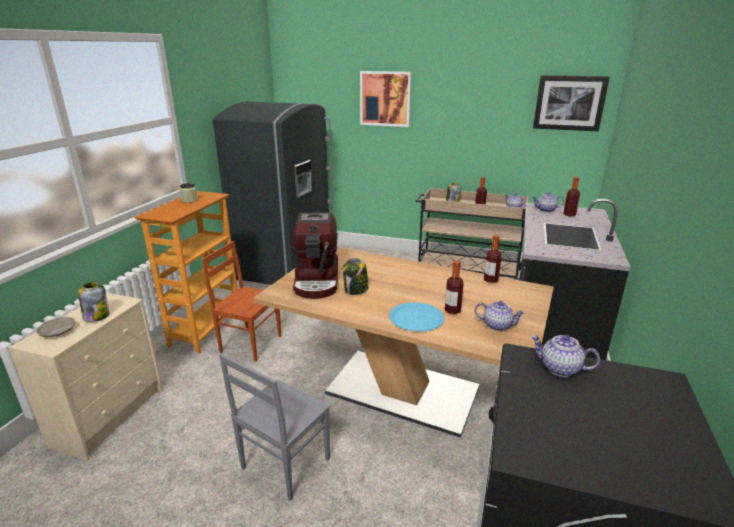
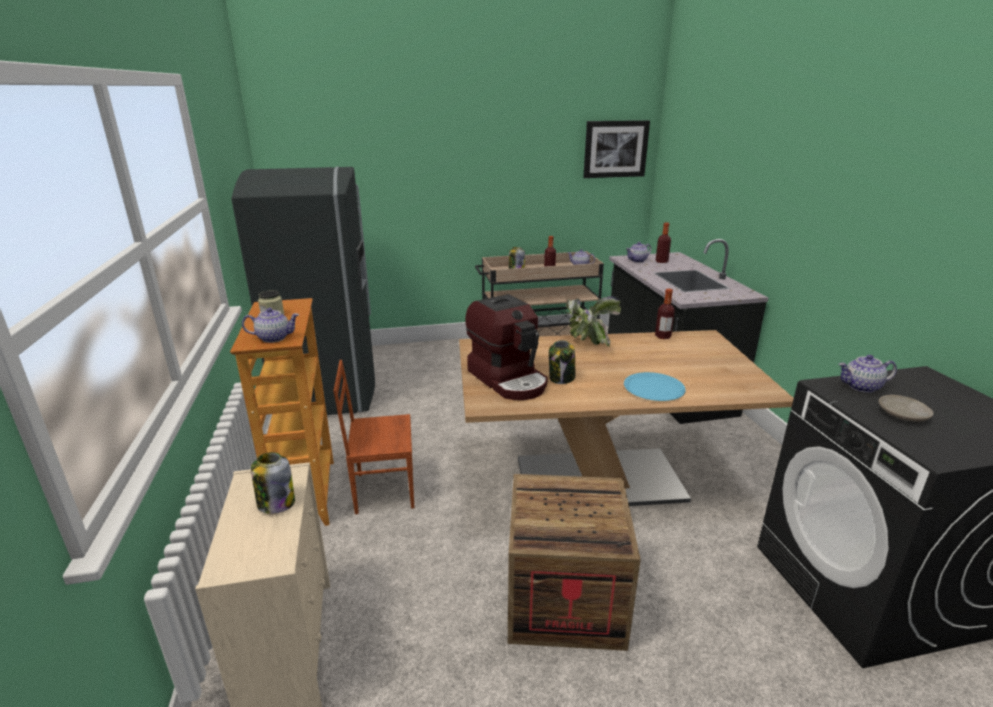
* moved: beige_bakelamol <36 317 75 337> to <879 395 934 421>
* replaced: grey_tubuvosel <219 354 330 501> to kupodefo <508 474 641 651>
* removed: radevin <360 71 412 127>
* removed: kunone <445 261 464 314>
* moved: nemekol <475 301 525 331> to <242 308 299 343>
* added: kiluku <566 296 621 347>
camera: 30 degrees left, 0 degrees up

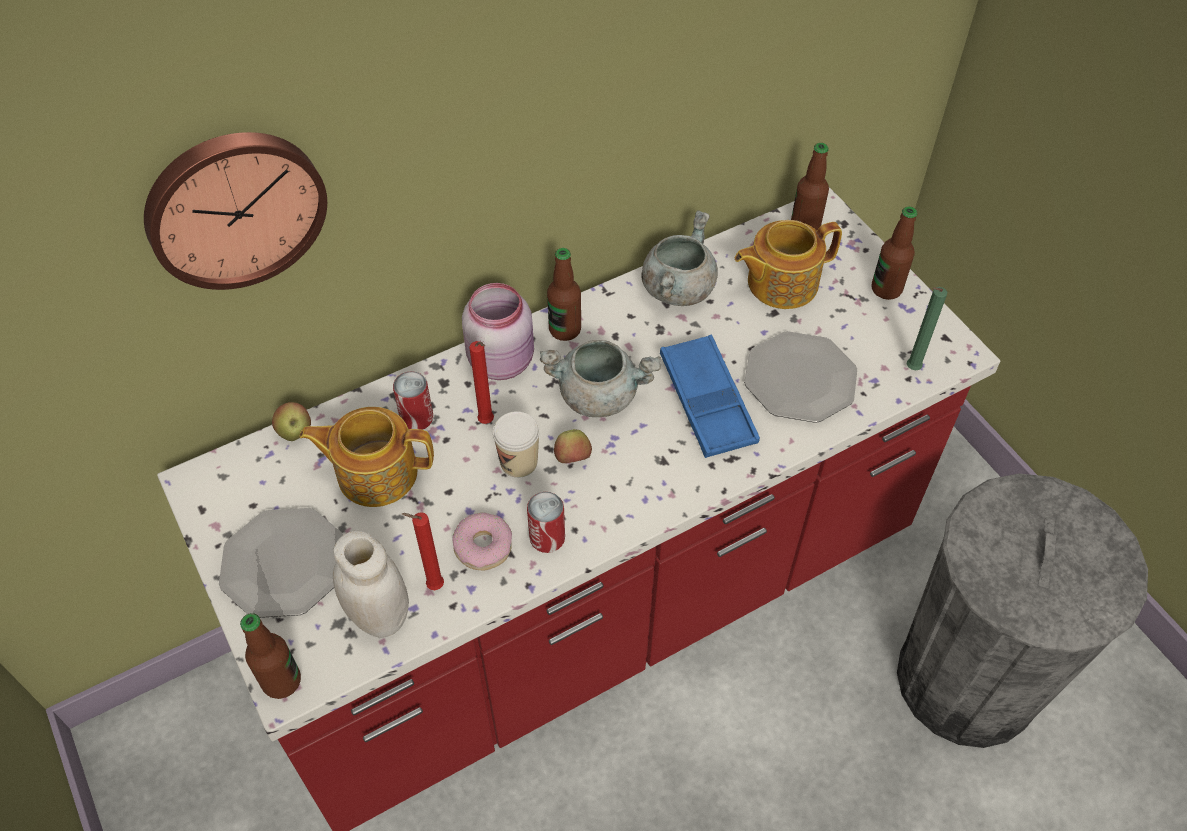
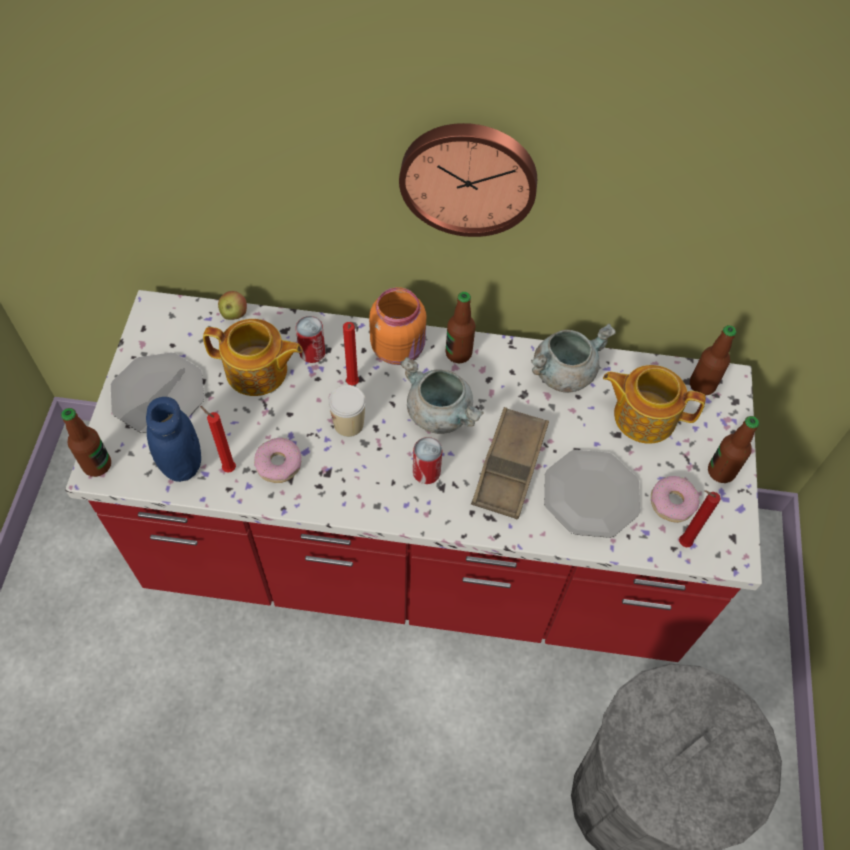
* moved: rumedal <144 132 327 290> to <399 123 537 237>
* turned: nemekol <299 407 434 507> = <203 319 303 396> 150 degrees clockwise
* recoloured: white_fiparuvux <333 531 409 638> to blue_fiparuvux <146 397 201 482>
* recoloured: pink_fiparuvux <462 283 534 380> to orange_fiparuvux <369 287 426 365>
* moved: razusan <527 492 565 553> to <413 437 443 484>
* removed: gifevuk <554 429 592 463>
* recoloured: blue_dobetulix <660 335 760 458> to brown_dobetulix <471 407 549 519>
* recoloured: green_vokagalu <907 287 947 370> to red_vokagalu <679 490 721 547>
* added: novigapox <651 476 699 523>
camera: 35 degrees right, 5 degrees up

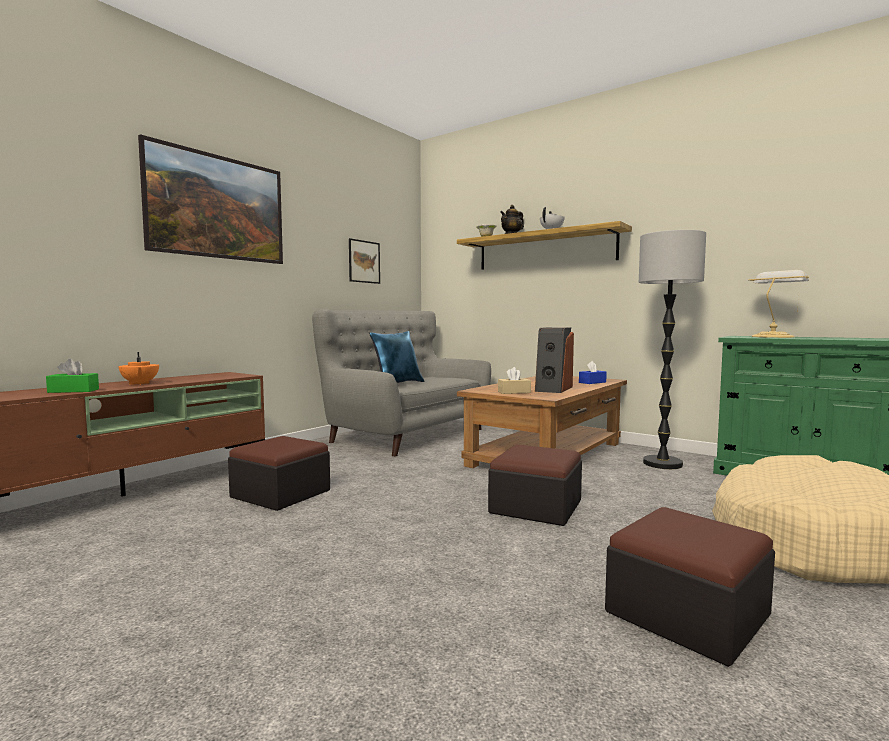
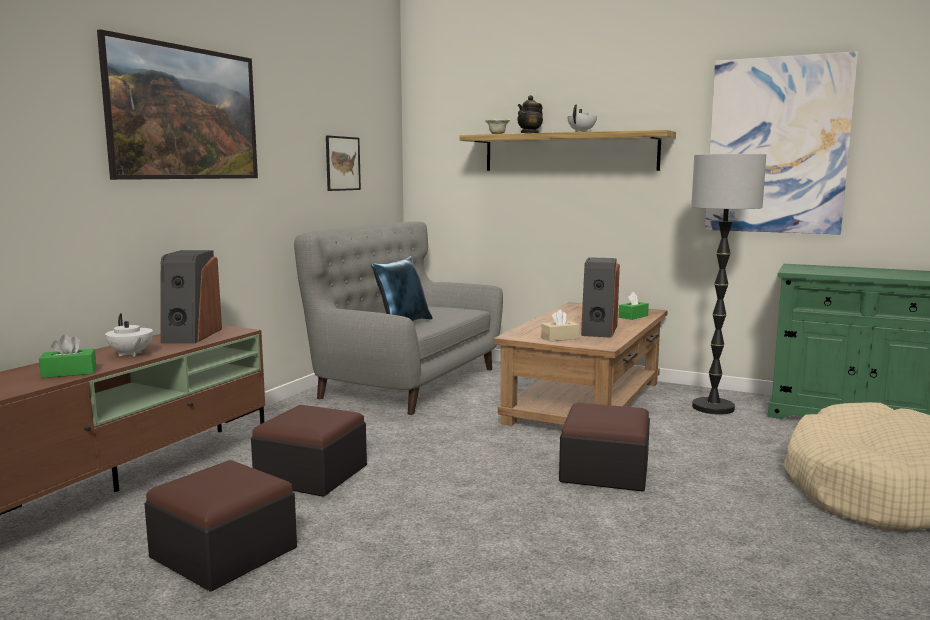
* recoloured: orange_nemekol <118 352 159 385> to white_nemekol <105 313 153 357>
* recoloured: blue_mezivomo <579 361 607 384> to green_mezivomo <619 292 649 320>
* moved: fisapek <605 507 775 667> to <144 460 297 592>
* removed: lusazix <748 270 809 338>
* added: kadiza <160 250 222 344>
* added: radevin <705 51 858 234>
camera: 10 degrees left, 5 degrees up

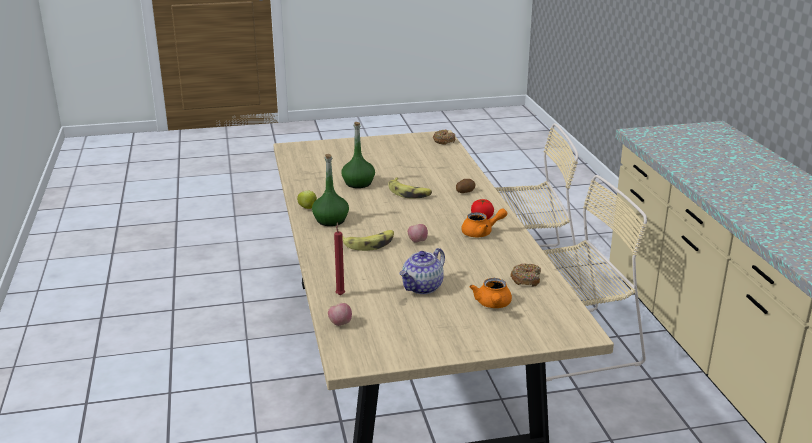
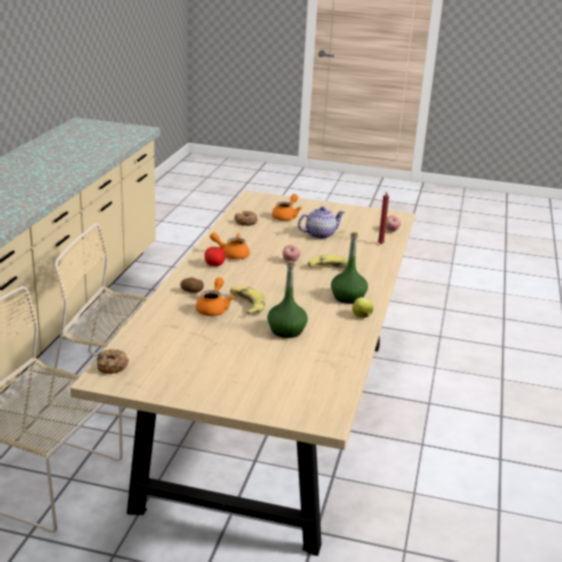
* added: orange_nemekol <196 277 234 316>
camera: 155 degrees left, 0 degrees up

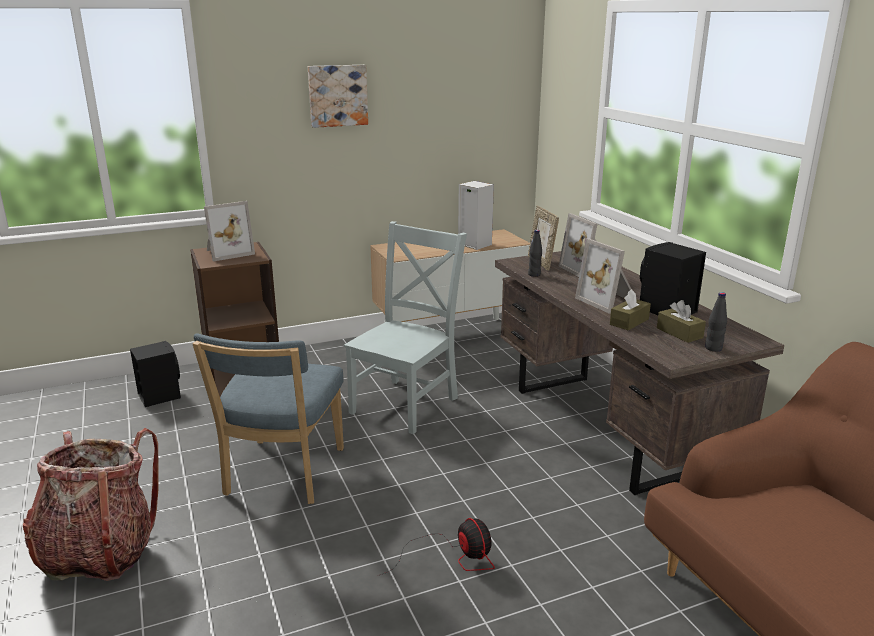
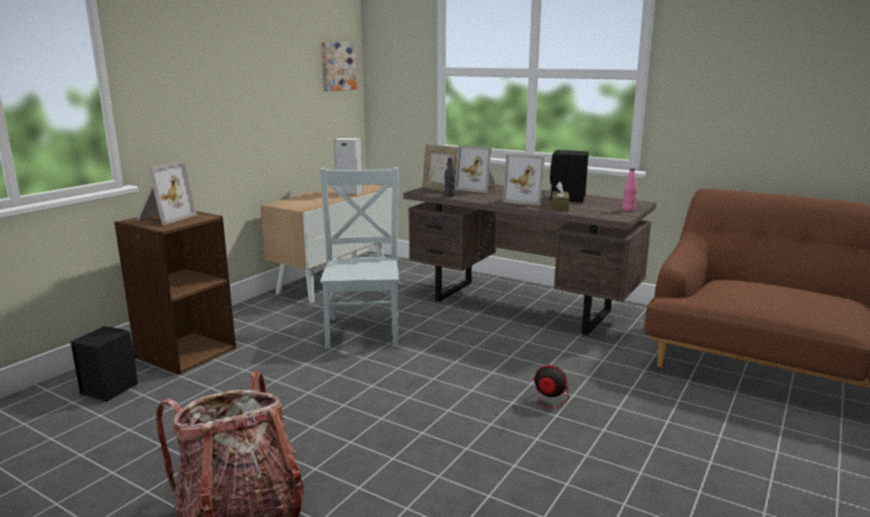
* removed: blue_tubuvosel <192 334 344 504>
* moved: radevin <308 65 368 128> to <321 42 357 91>
* removed: brown_mezivomo <657 300 706 343>
* recoloured: black_kunone <705 292 727 352> to pink_kunone <623 168 637 211>
camera: 35 degrees left, 5 degrees down

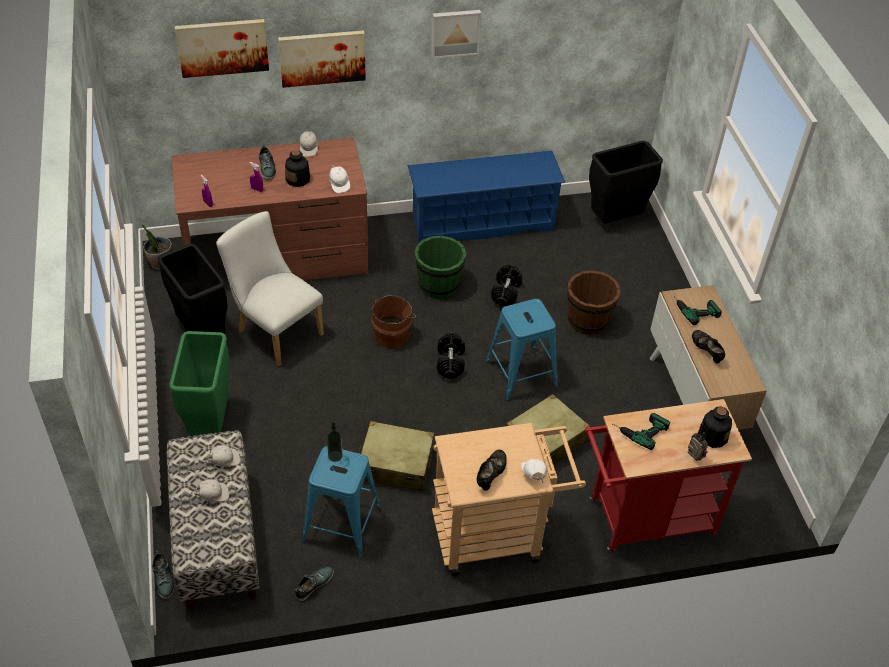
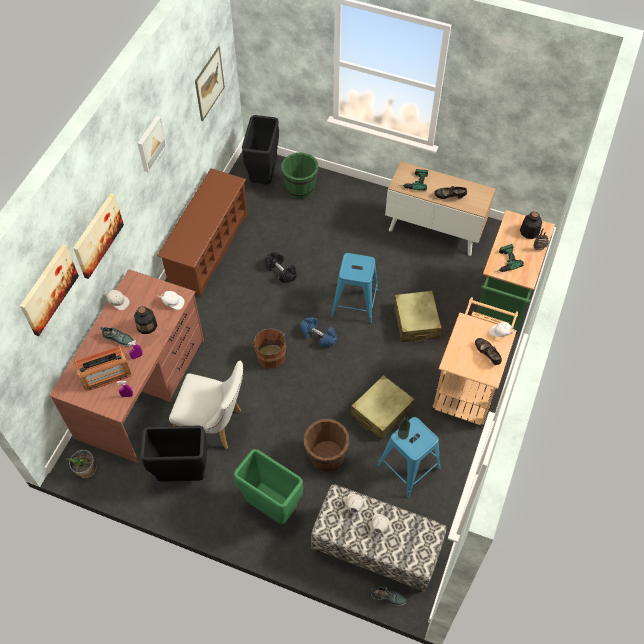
* turned: white_tubuvosel <216 211 324 366> = <169 361 243 449> 150 degrees counterclockwise
* removed: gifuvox <295 566 334 601>
* recoloured: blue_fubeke <408 151 565 243> to brown_fubeke <157 168 247 297>
* moved: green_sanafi <415 235 467 299> to <281 153 318 199>
* recoloured: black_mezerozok <437 333 465 379> to blue_mezerozok <300 317 337 348>
* moved: brown_sanafi <567 270 621 335> to <304 419 349 472>
* recoloured: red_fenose <585 399 752 553> to green_fenose <477 210 555 336>
* added: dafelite <74 346 131 392>
* added: radevin <195 46 225 121>
camera: 55 degrees left, 10 degrees up

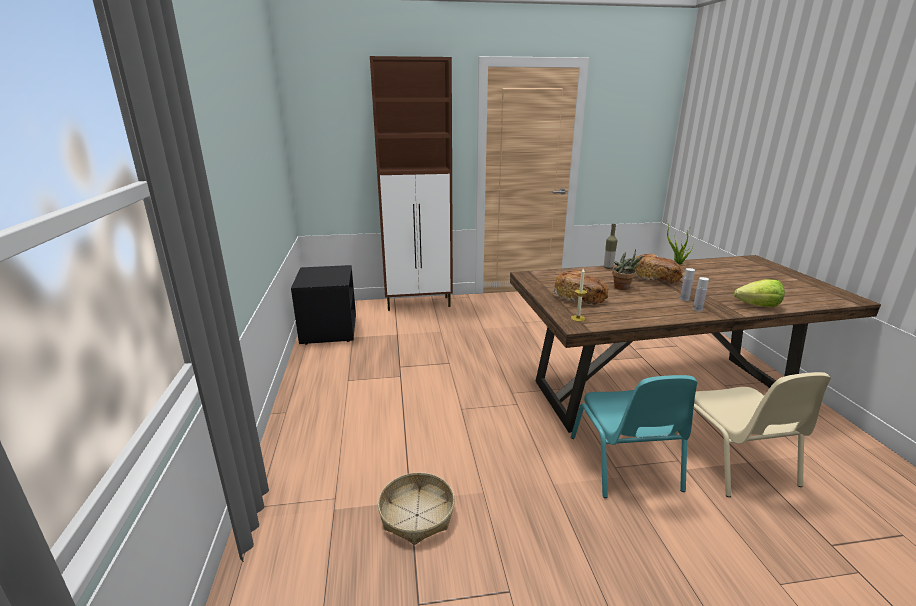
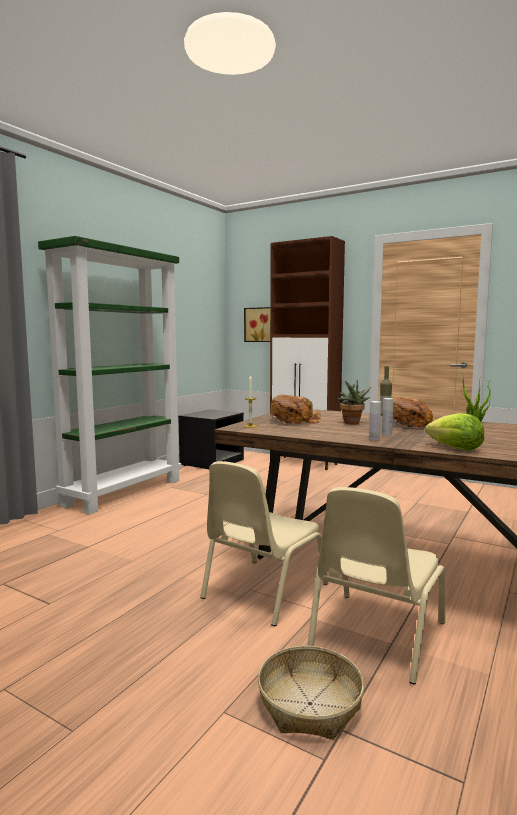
* moved: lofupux <378 472 455 545> to <258 646 364 740>
* recoloured: turquoise_tubuvosel <571 375 697 498> to beige_tubuvosel <200 461 328 626>
* added: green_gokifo <38 236 181 514>
* added: radevin <244 307 270 342>
camera: 40 degrees right, 15 degrees down

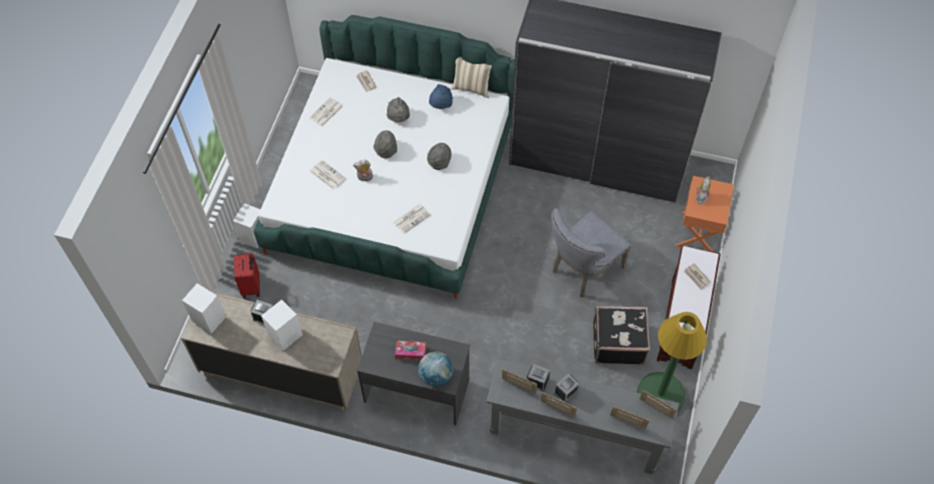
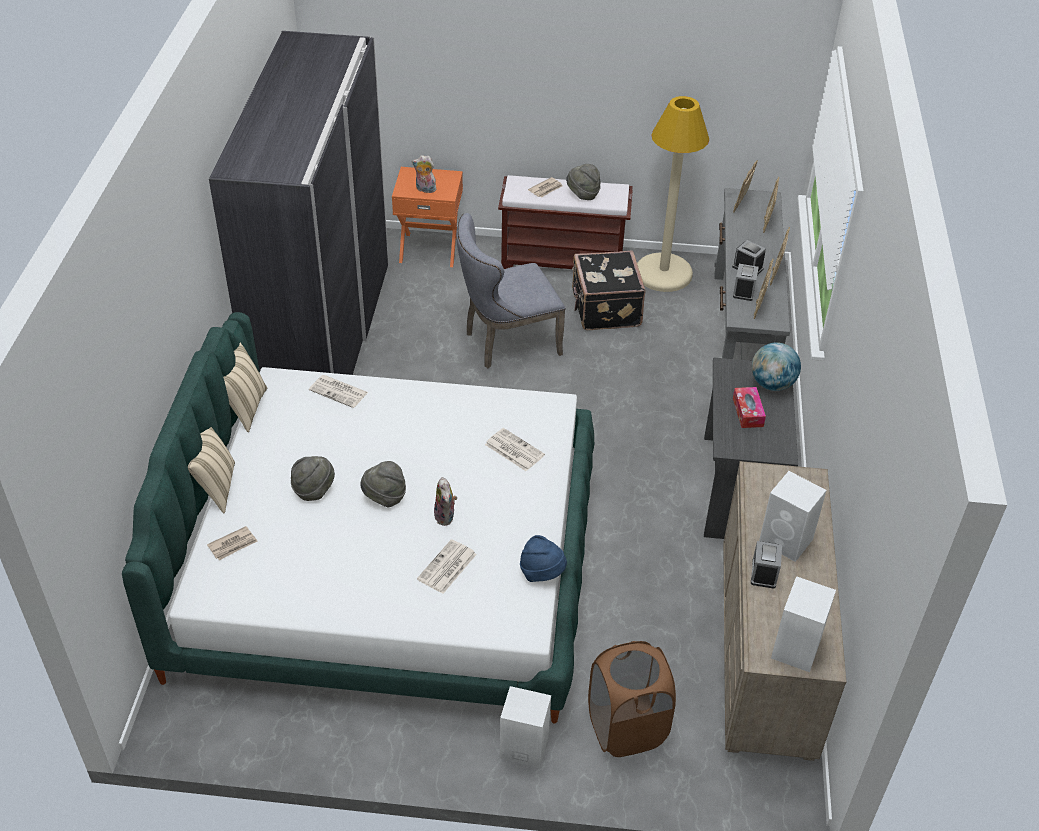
* replaced: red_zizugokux <234 253 260 298> to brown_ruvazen <588 641 676 757>
* moved: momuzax <309 97 343 127> to <309 375 368 408>
* moved: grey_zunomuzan <427 143 451 170> to <566 164 601 200>
* moved: blue_zunomuzan <429 84 453 109> to <520 535 567 582>
* turned: grey_tubuvosel <551 208 632 298> = <456 213 566 368> 120 degrees clockwise
* recoloured: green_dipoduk <637 312 707 412> to beige_dipoduk <637 96 709 292>
* added: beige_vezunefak <188 427 235 513>
camera: 100 degrees left, 15 degrees down

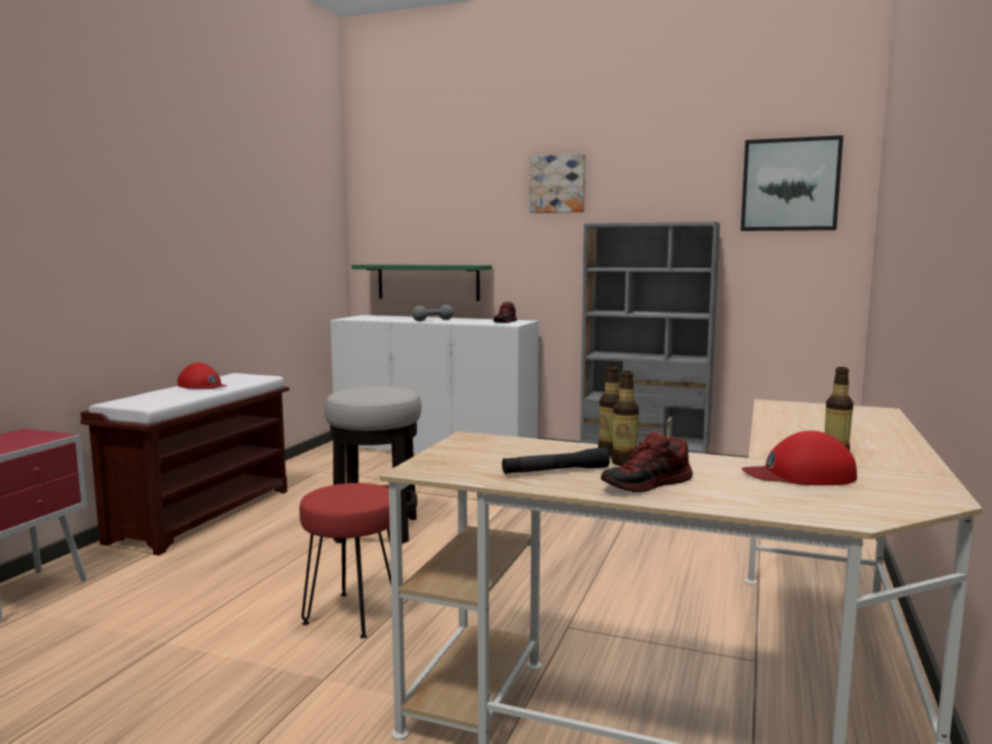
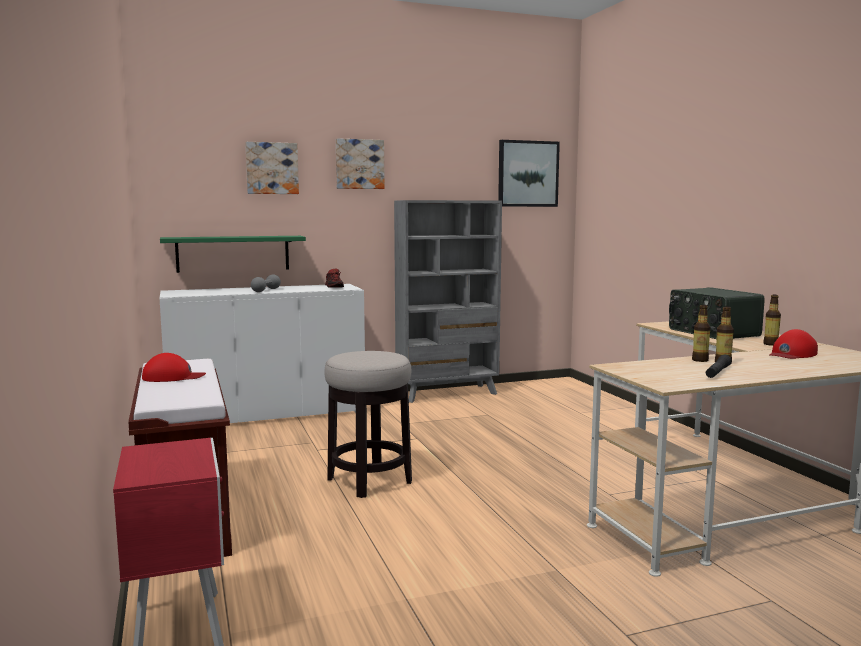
* removed: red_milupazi <299 483 391 638>
* removed: gifuvox <601 432 693 492>
* added: radevin <245 142 299 194>
* added: dafelite <669 287 765 339>
camera: 40 degrees left, 0 degrees up

